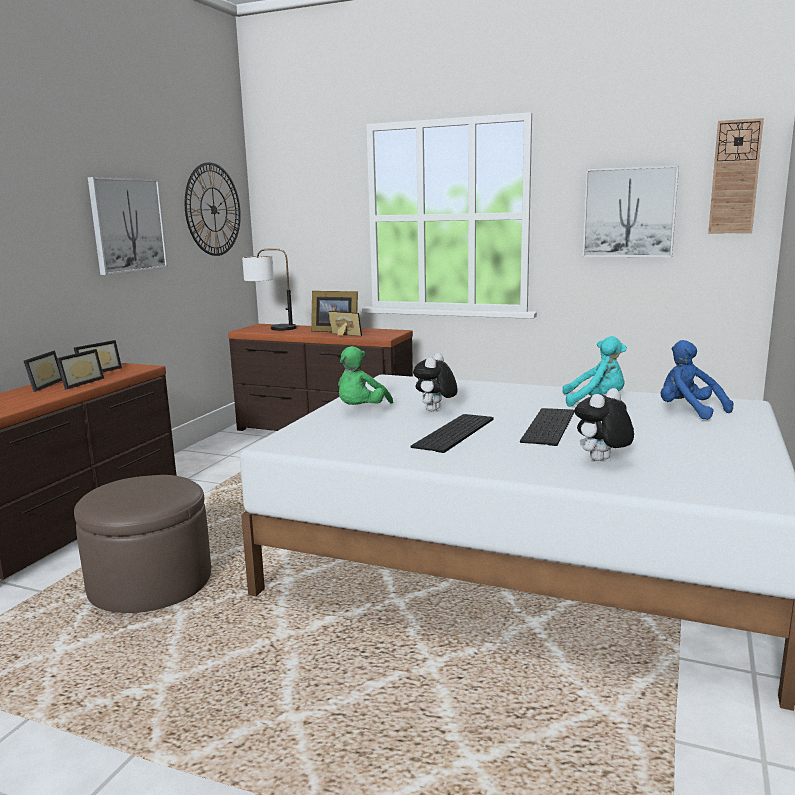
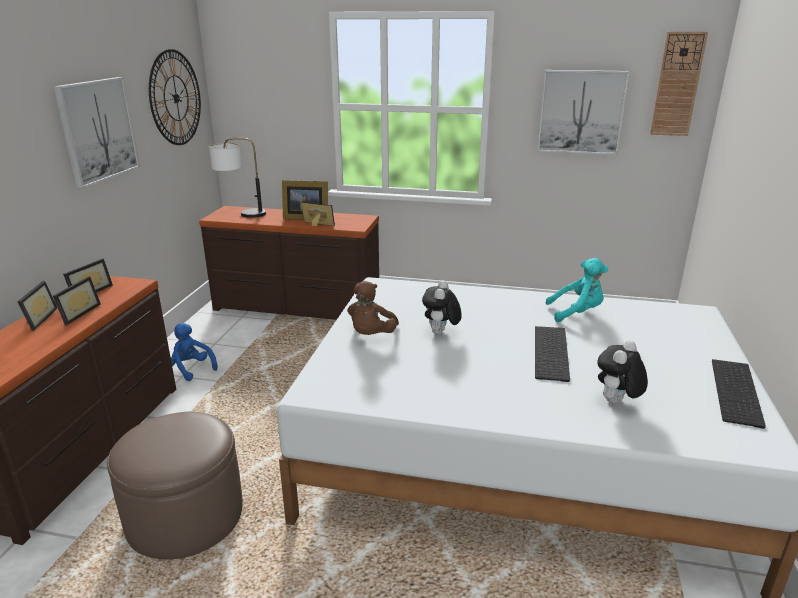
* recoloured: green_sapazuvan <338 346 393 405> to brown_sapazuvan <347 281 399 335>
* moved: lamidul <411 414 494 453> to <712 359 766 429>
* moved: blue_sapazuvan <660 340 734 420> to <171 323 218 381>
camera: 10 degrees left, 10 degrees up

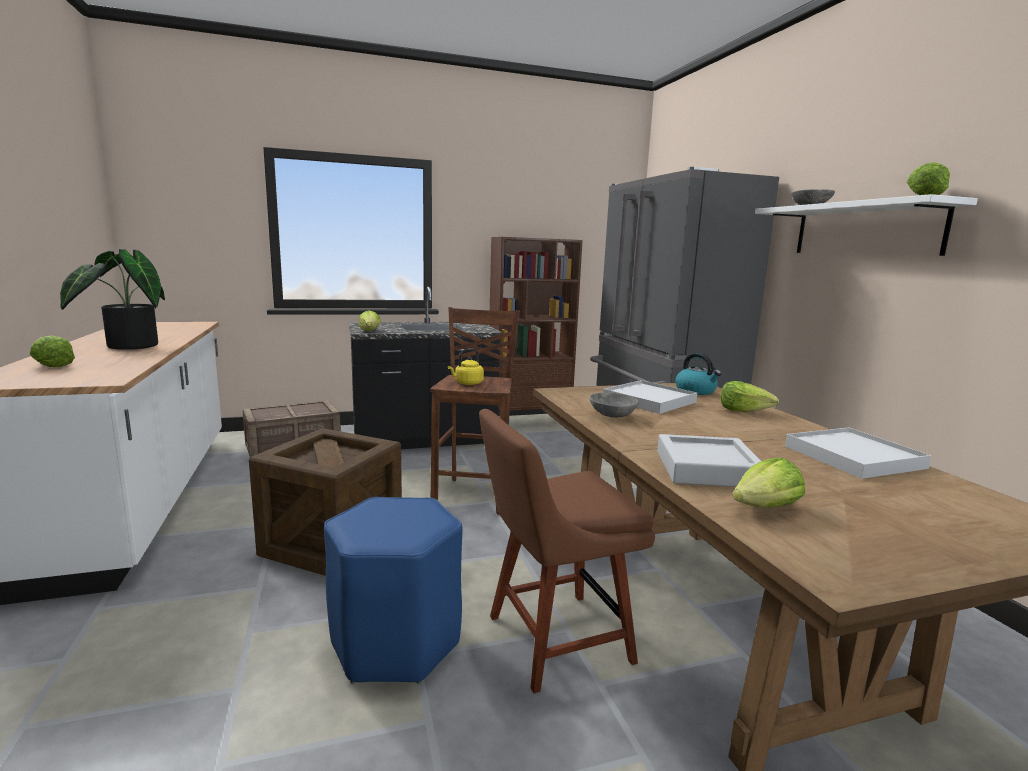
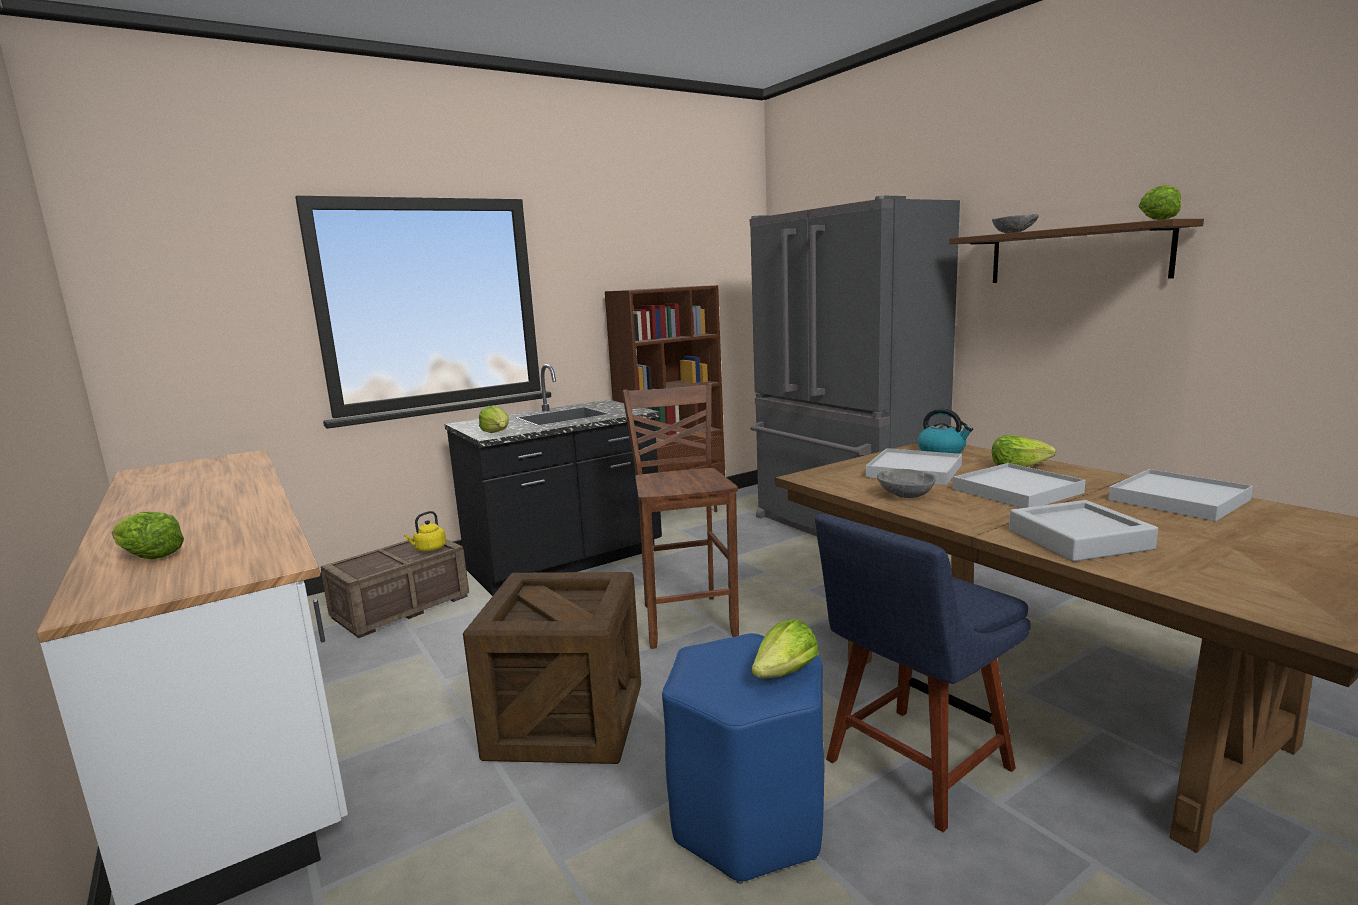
* removed: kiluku <60 249 165 350>
* moved: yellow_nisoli <448 348 484 385> to <404 511 446 551>
* recoloured: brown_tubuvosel <479 409 655 693> to blue_tubuvosel <815 514 1031 832>
* moved: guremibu <733 458 805 507> to <752 619 819 678>
* recoloured: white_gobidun <755 194 978 256> to brown_gobidun <949 219 1204 283>
* added: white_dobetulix <953 463 1086 508>
camera: 15 degrees left, 0 degrees up

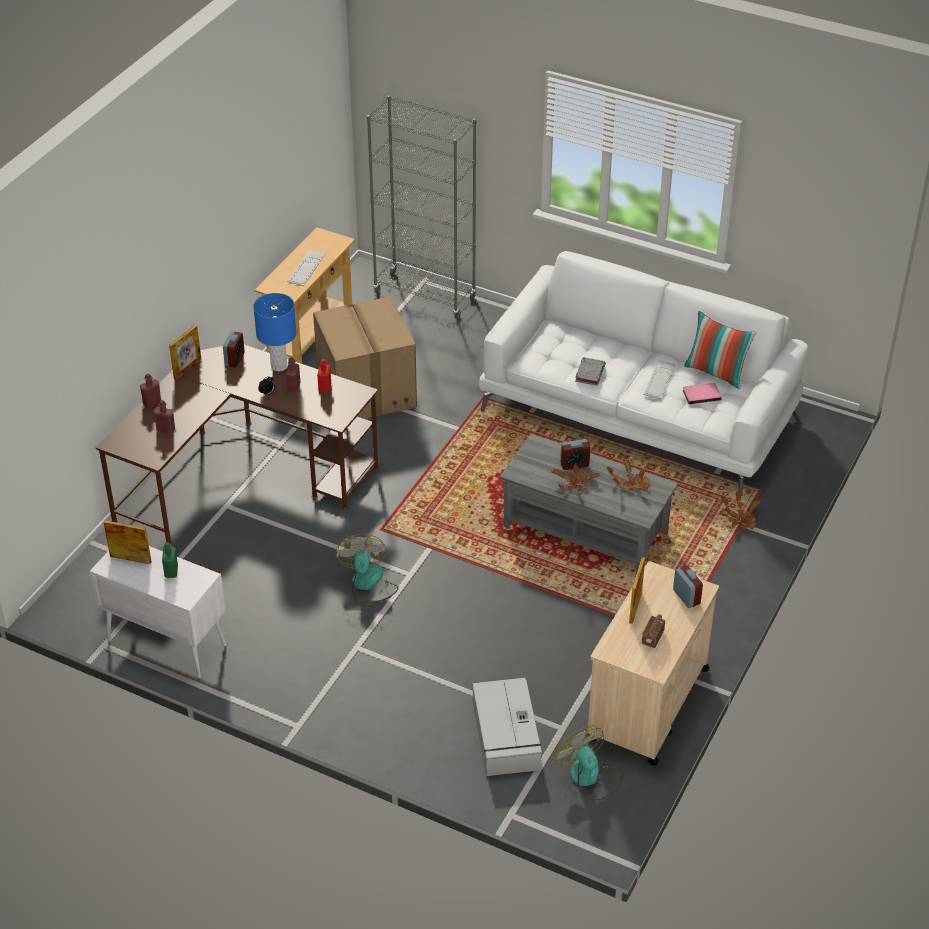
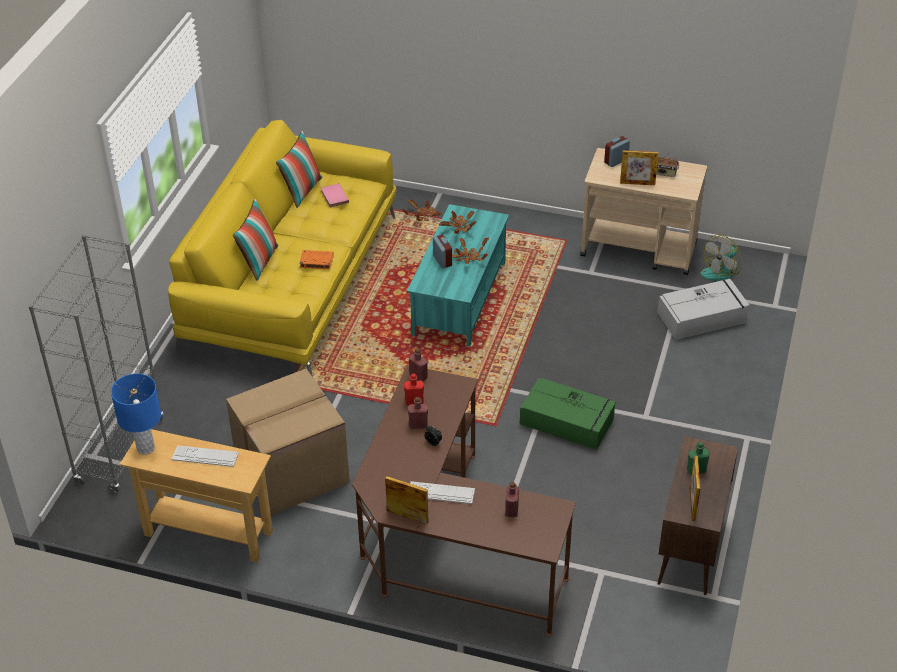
* recoloured: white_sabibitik <90 546 227 678> to brown_sabibitik <658 436 738 595>
* moved: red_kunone <140 373 161 408> to <409 348 428 381>
* removed: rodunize <223 331 245 368>
* moved: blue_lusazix <253 293 296 371> to <111 374 161 455>
* replaced: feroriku <335 534 398 604> to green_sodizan <520 378 616 450>
* recoloured: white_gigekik <479 251 808 496> to yellow_gigekik <168 120 396 377>
* recoloured: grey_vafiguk <500 434 678 574> to turquoise_vafiguk <407 204 509 347>
* recoloured: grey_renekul <575 357 606 386> to orange_renekul <299 250 334 269>
* moved: lamidul <644 360 676 399> to <410 481 475 504>
* added: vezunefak <233 199 278 281>
camera: 100 degrees left, 0 degrees up

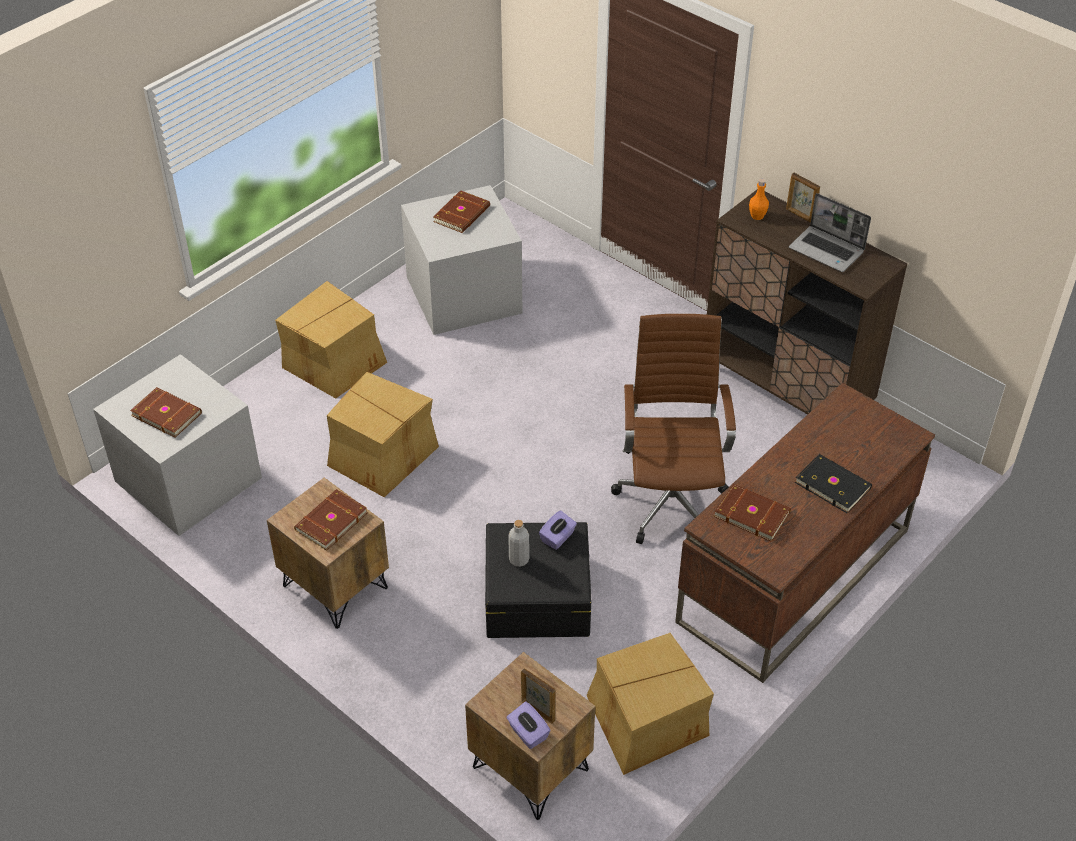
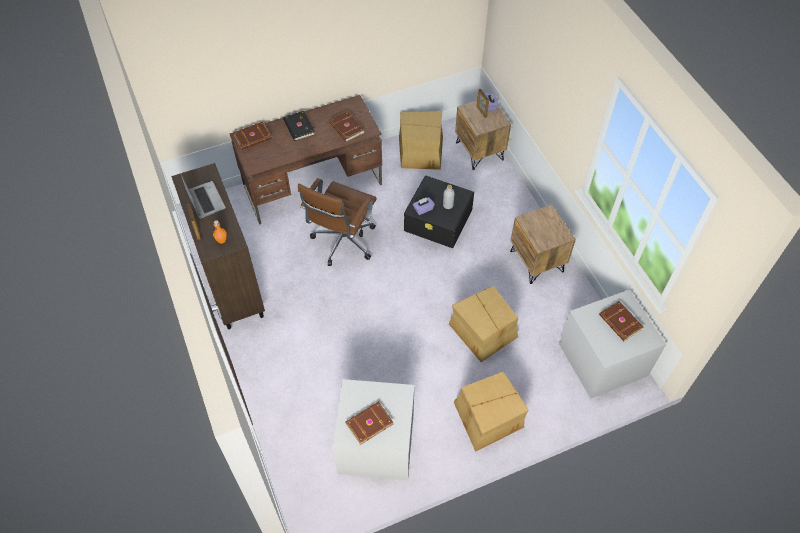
* moved: brown_renekul <294 489 368 551> to <233 122 272 150>
camera: 155 degrees left, 10 degrees up

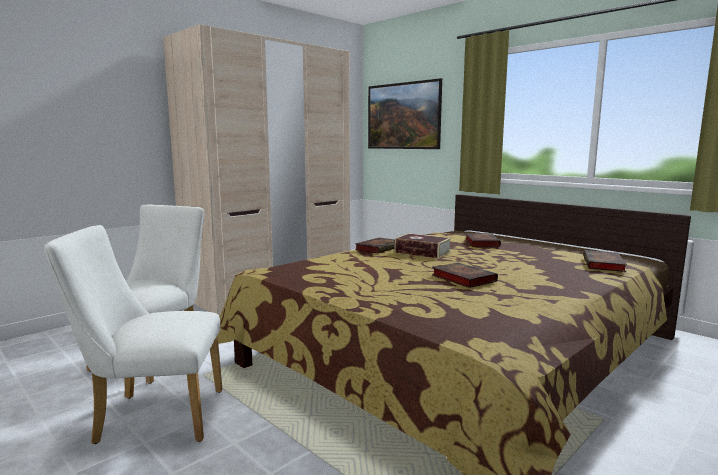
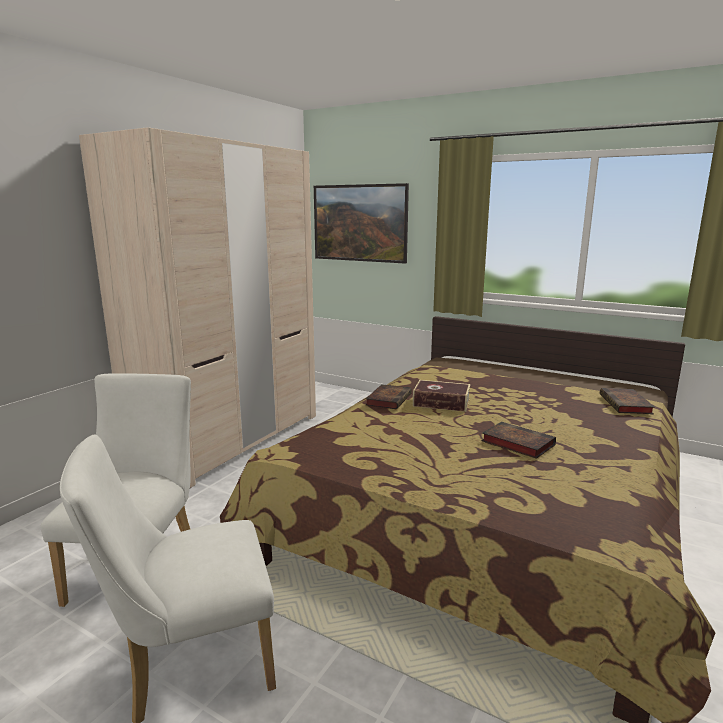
* removed: renekul <466 233 501 247>
camera: 15 degrees left, 5 degrees up

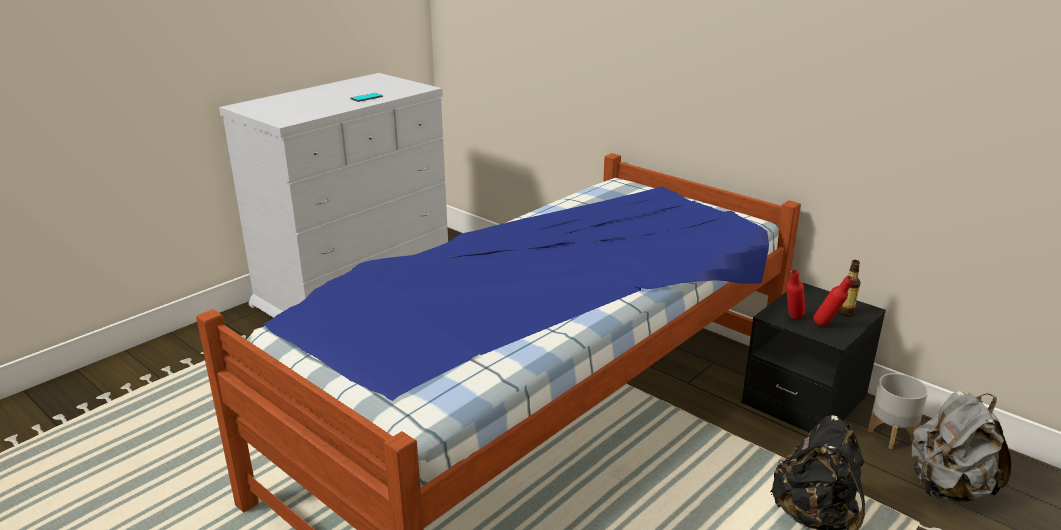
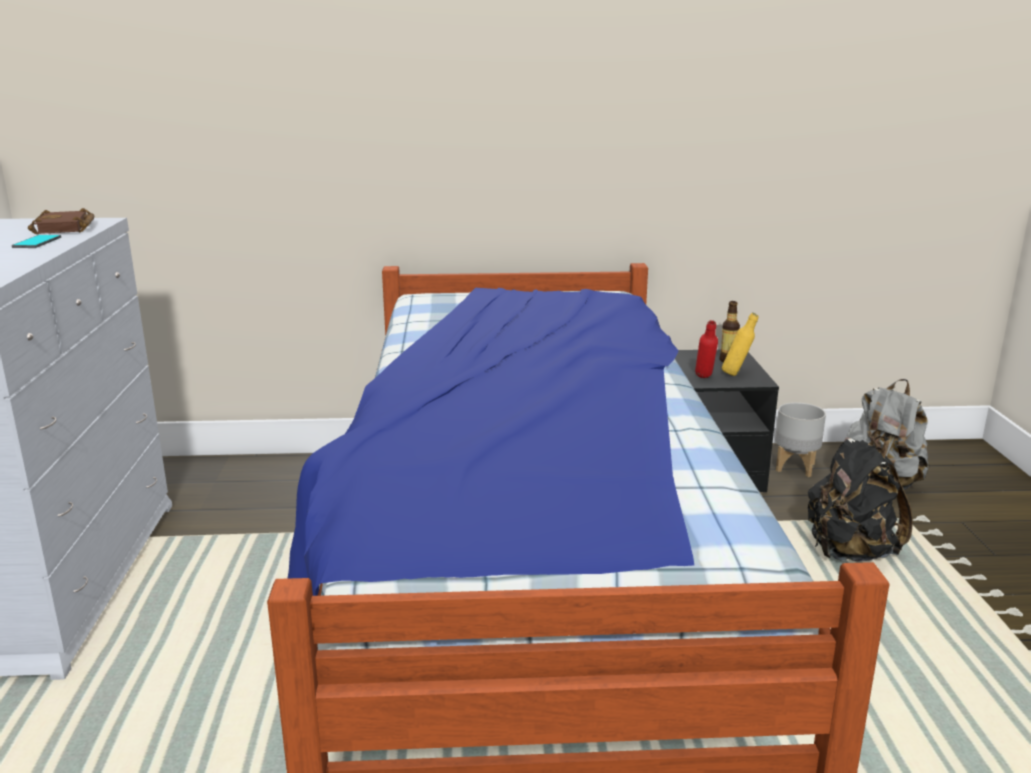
* recoloured: red_kunone <814 276 853 327> to yellow_kunone <722 313 759 376>
* added: brown_renekul <28 208 95 235>
camera: 45 degrees left, 5 degrees down

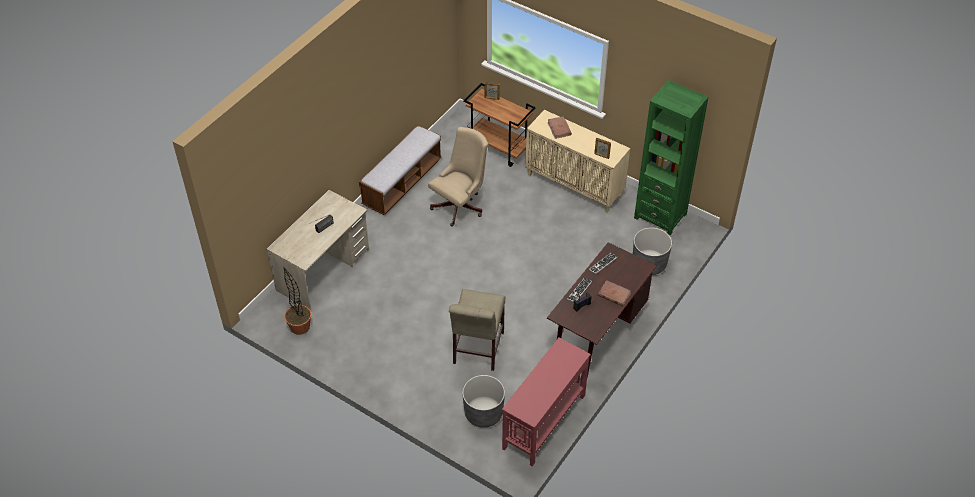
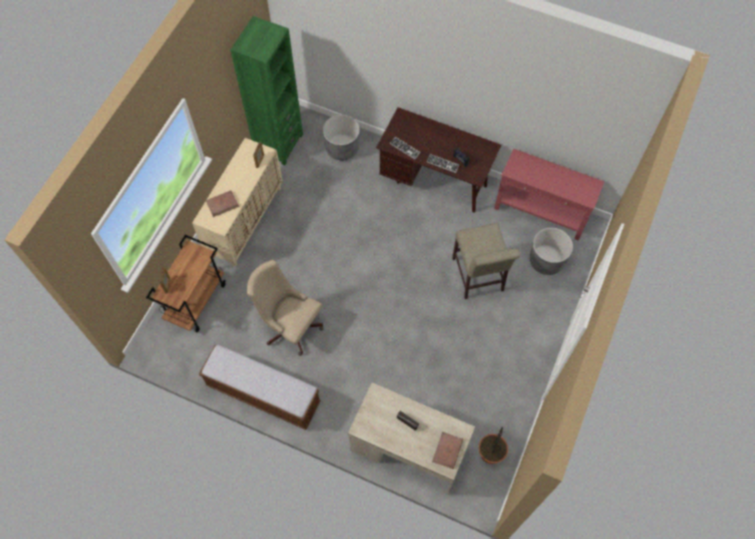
* turned: beige_tubuvosel <449 289 505 371> = <452 223 520 299> 75 degrees clockwise
* moved: brown_renekul <598 280 631 306> to <432 432 463 469>
camera: 100 degrees left, 15 degrees up

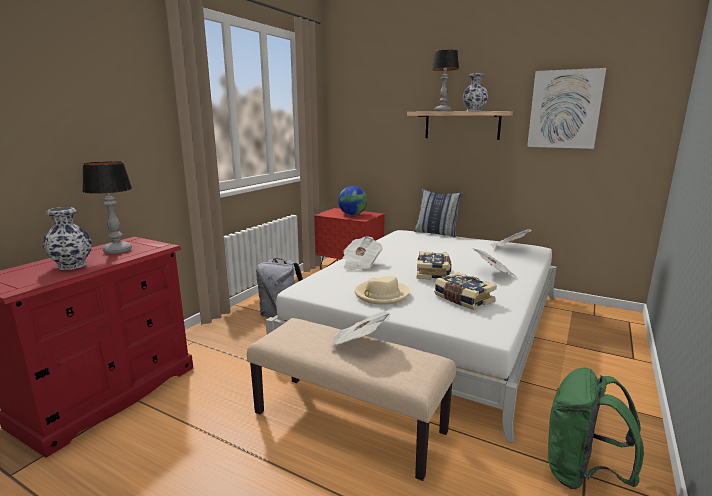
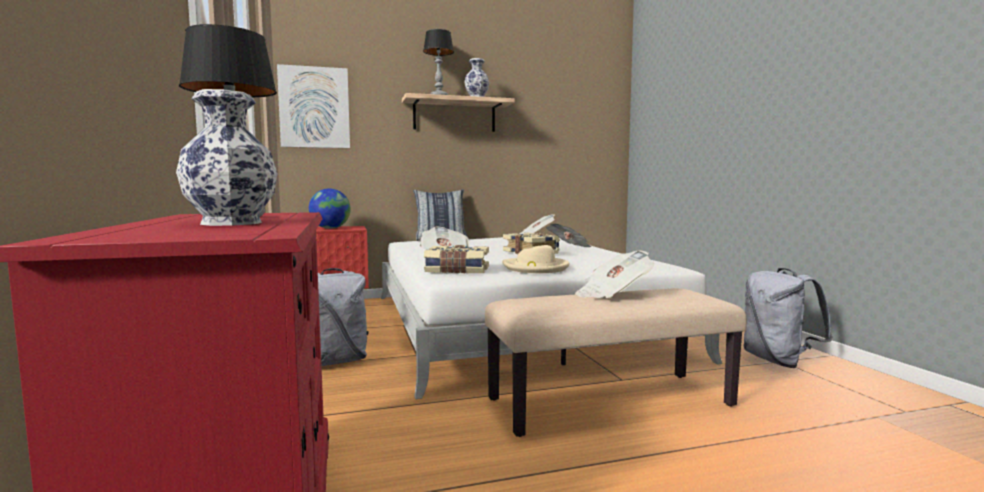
* moved: renekul <434 272 497 310> to <424 245 489 274>
* moved: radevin <527 68 606 149> to <277 64 350 148>
* recoloured: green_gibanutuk <548 368 644 489> to grey_gibanutuk <744 268 833 368>
camera: 45 degrees left, 10 degrees down

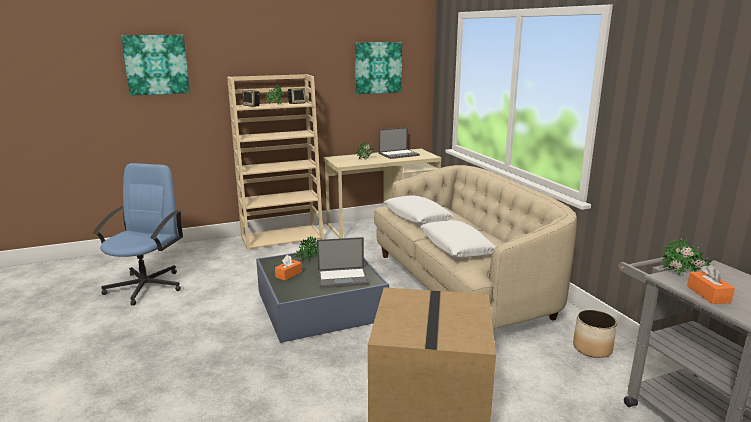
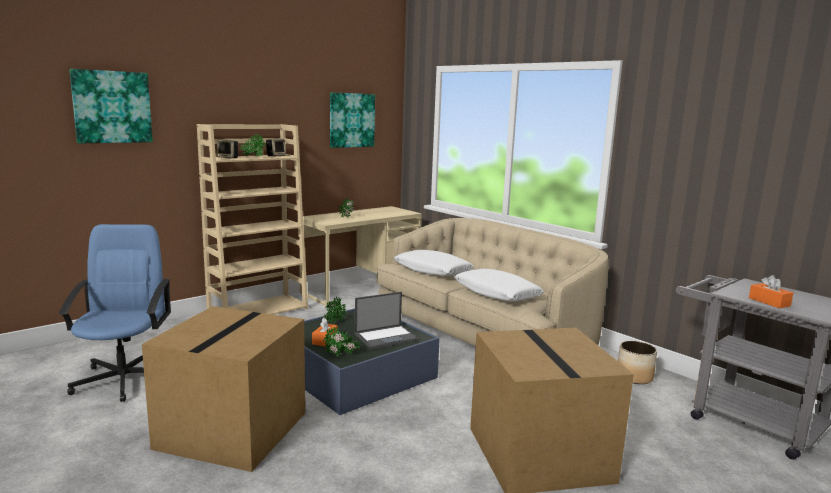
* removed: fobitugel <379 127 420 159>
* moved: kiluku <662 239 713 275> to <324 327 360 357>
* added: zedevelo <142 306 305 472>
camera: 20 degrees left, 5 degrees down

